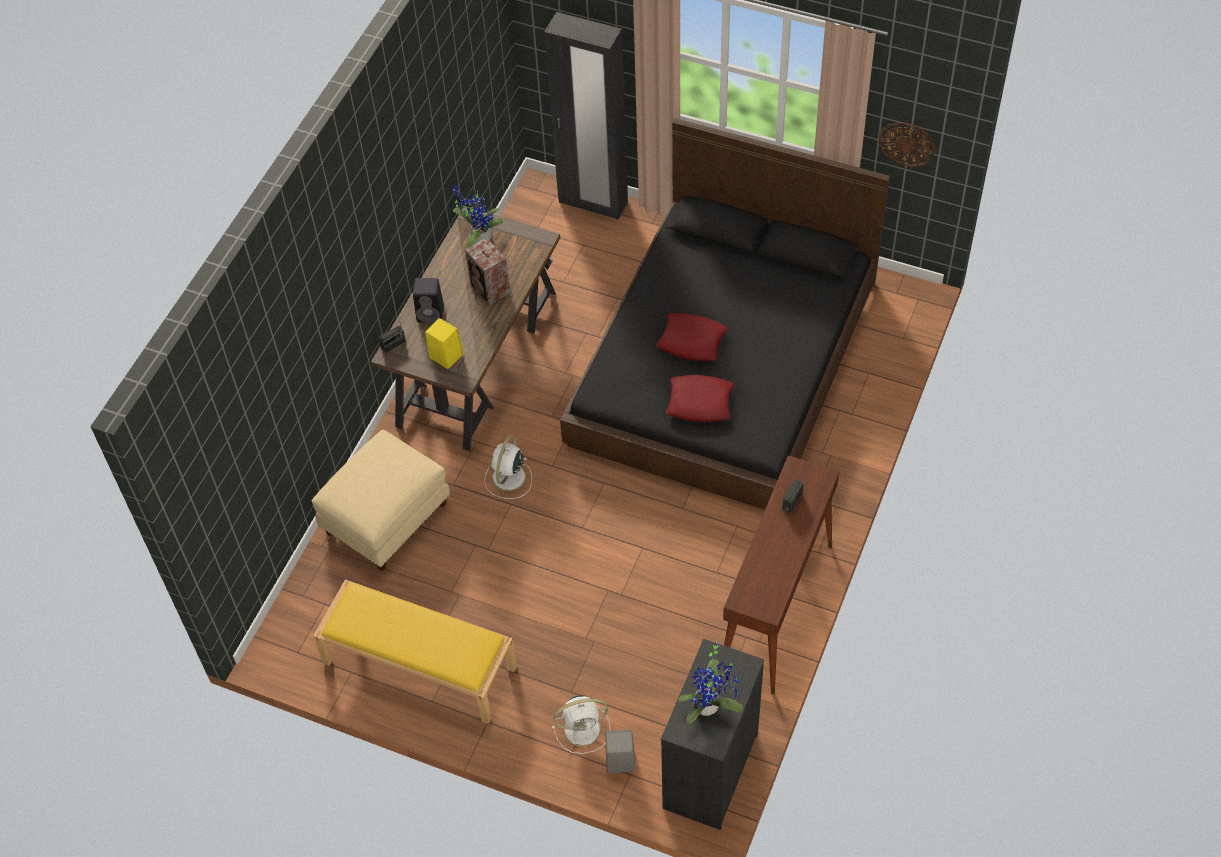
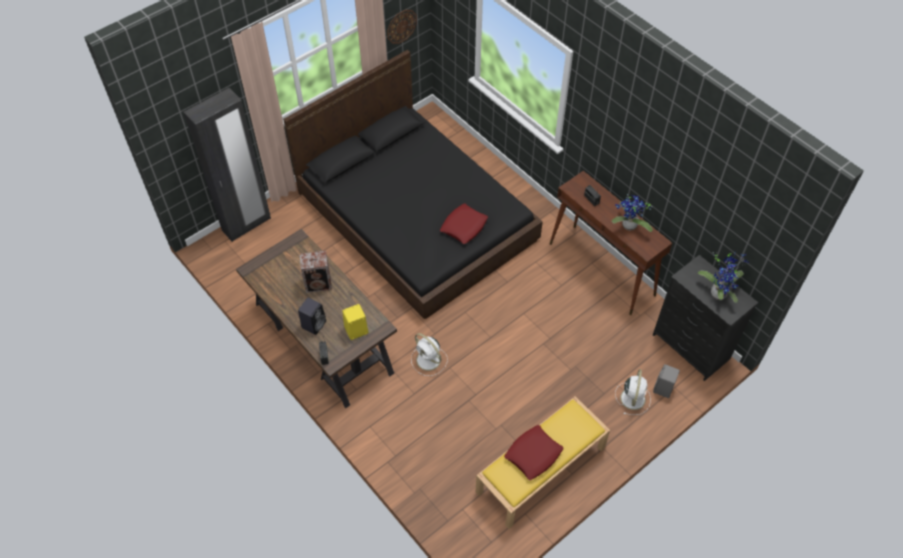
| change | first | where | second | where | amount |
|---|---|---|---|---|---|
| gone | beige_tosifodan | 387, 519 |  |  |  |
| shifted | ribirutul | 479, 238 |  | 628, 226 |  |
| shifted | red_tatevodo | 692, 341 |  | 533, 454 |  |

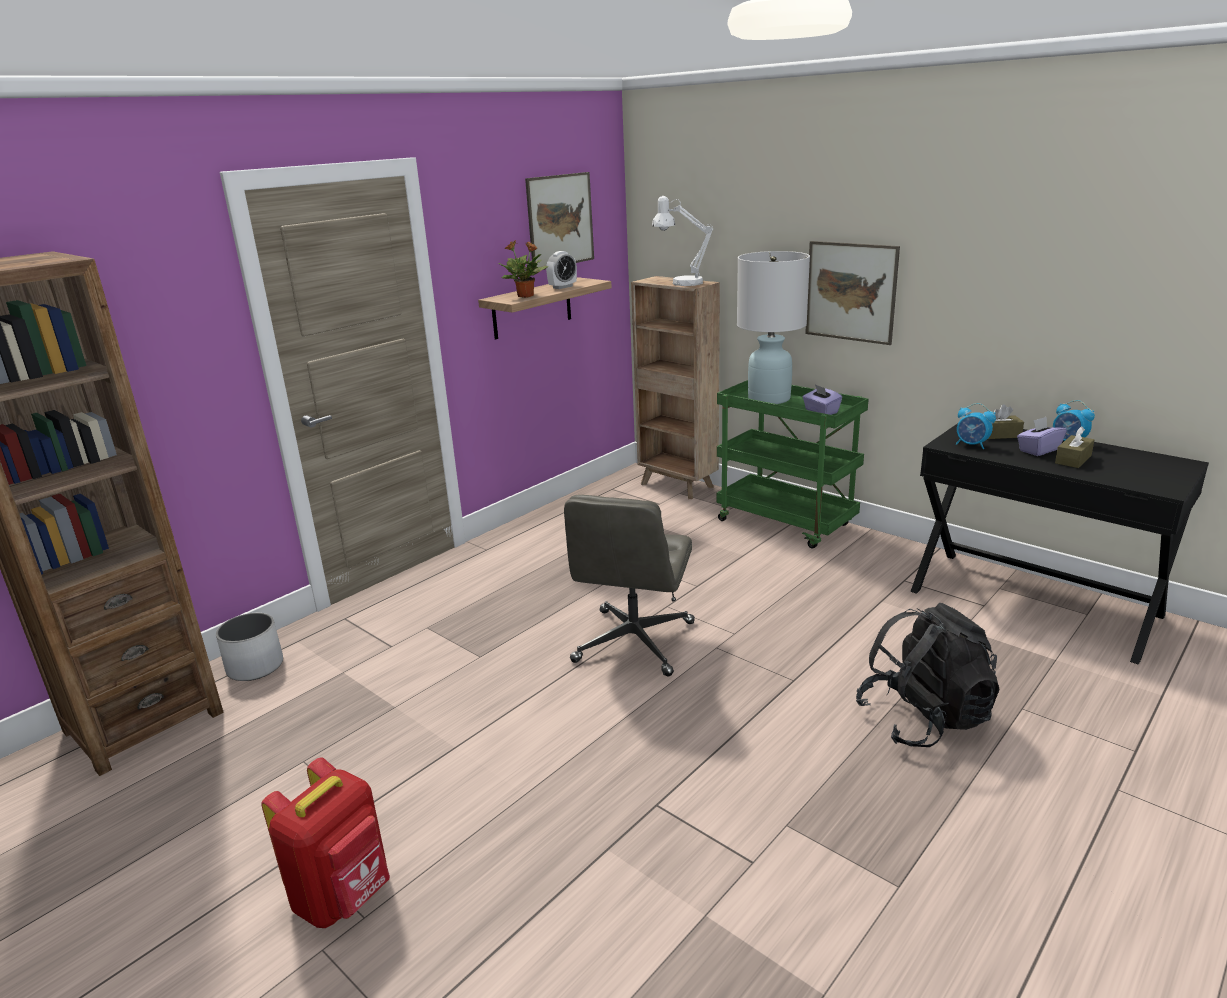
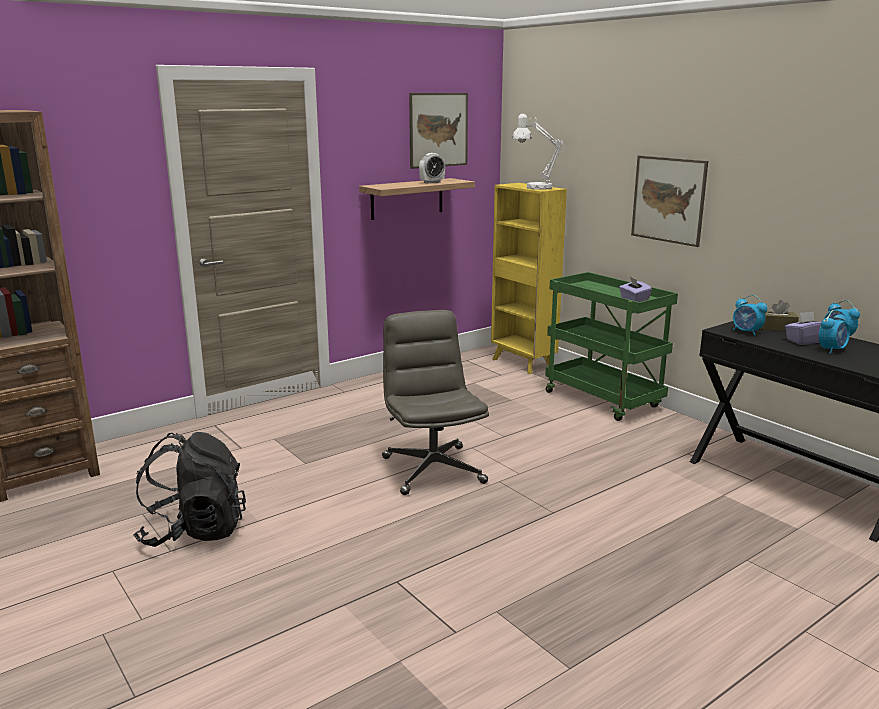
| change | first | where | second | where | amount |
|---|---|---|---|---|---|
| gone | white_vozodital | 255, 666 |  |  |  |
| gone | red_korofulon | 344, 896 |  |  |  |
| gone | ribirutul | 526, 296 |  |  |  |
| rotated | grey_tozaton | 634, 643 |  | 432, 469 | 135 degrees clockwise |
| repainted | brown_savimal | 678, 486 | yellow_savimal | 523, 363 |  |
| gone | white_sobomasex | 769, 398 |  |  |  |
| shifted | black_korofulon | 923, 718 |  | 194, 531 |  |
| swapped | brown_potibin | 1073, 459 | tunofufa | 831, 350 |  |

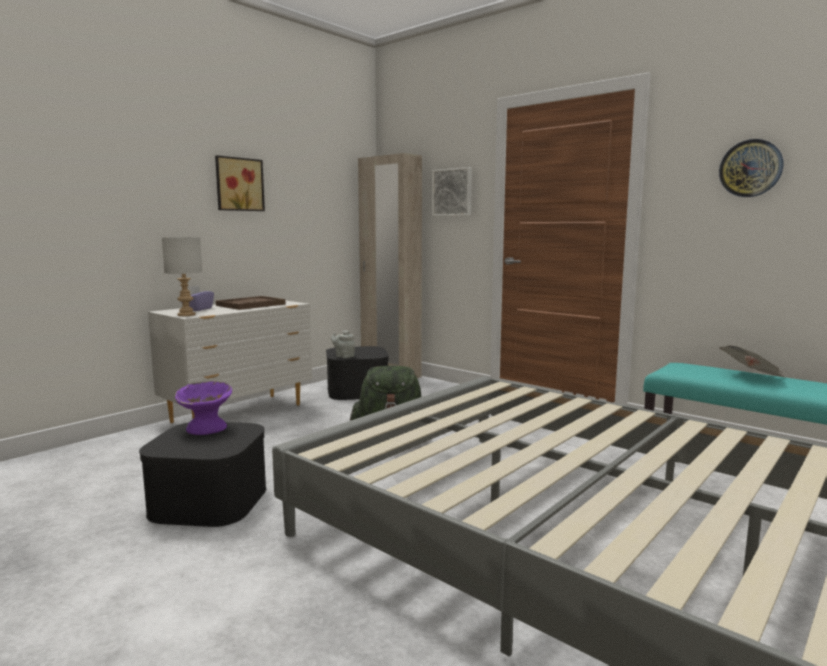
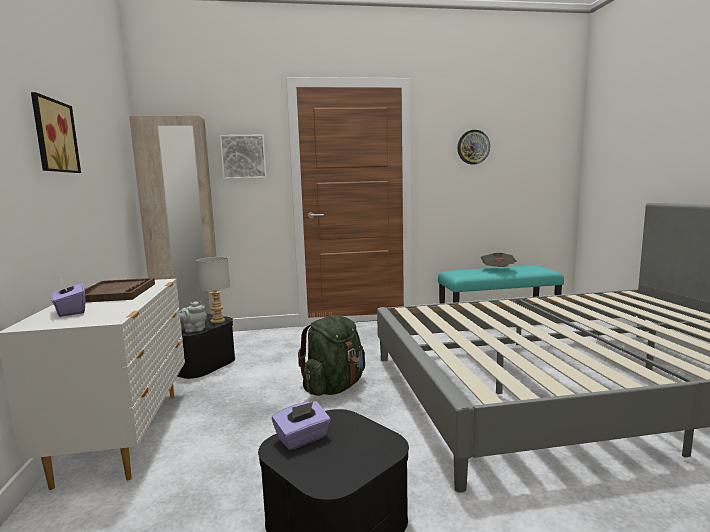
| change | first | where | second | where | amount |
|---|---|---|---|---|---|
| shifted | grey_sobomasex | 186, 314 |  | 217, 321 |  |
| swapped | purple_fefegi | 206, 428 | purple_potibin | 302, 439 |  |

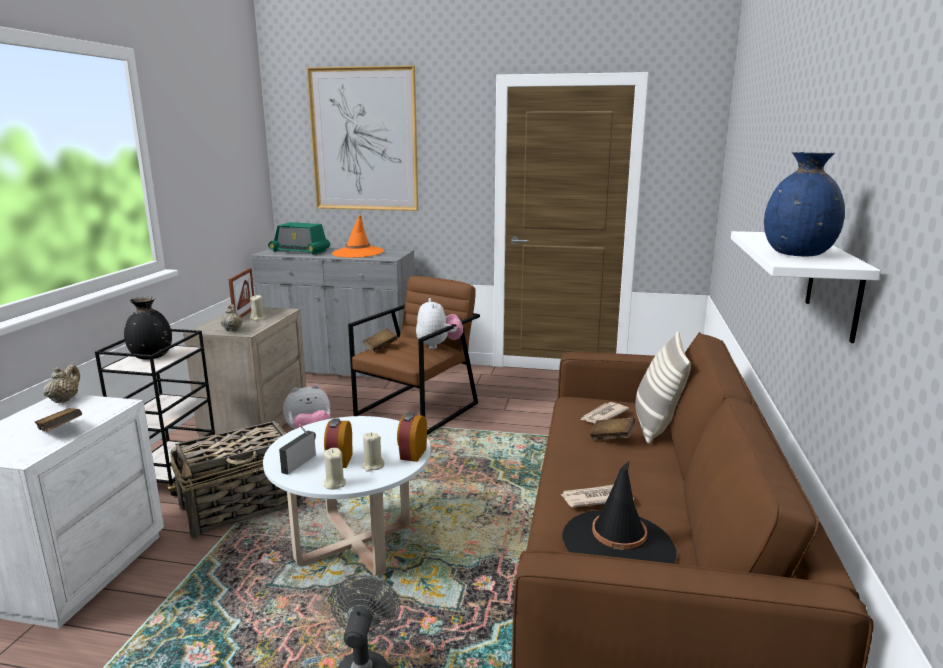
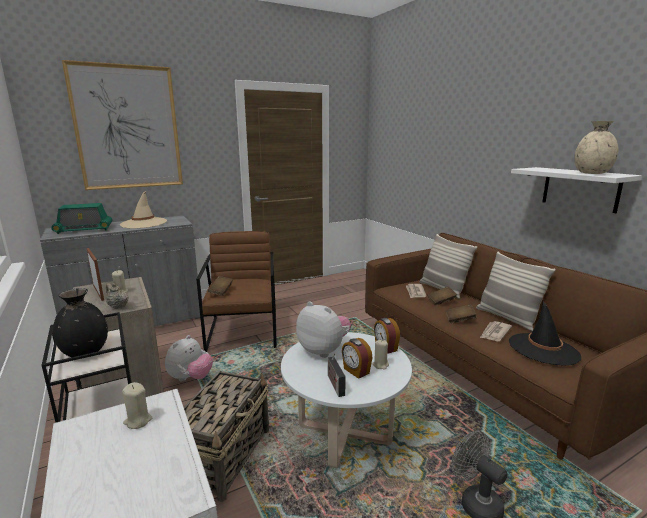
| change | first | where | second | where | amount |
|---|---|---|---|---|---|
| shifted | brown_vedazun | 60, 431 |  | 459, 320 |  |
| gone | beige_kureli | 64, 400 |  |  |  |
| shifted | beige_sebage | 334, 484 |  | 138, 421 |  |
| repainted | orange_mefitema | 358, 253 | beige_mefitema | 143, 223 |  |
| shifted | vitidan | 438, 345 |  | 324, 350 |  |
| repainted | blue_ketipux | 798, 254 | beige_ketipux | 592, 173 |  |
| new |  |  | tatevodo | 507, 318 |  |

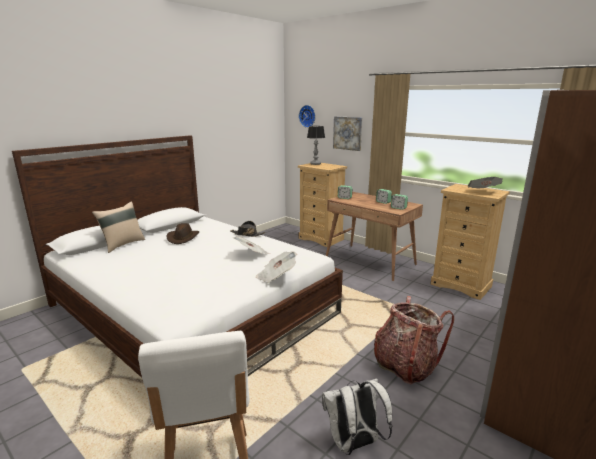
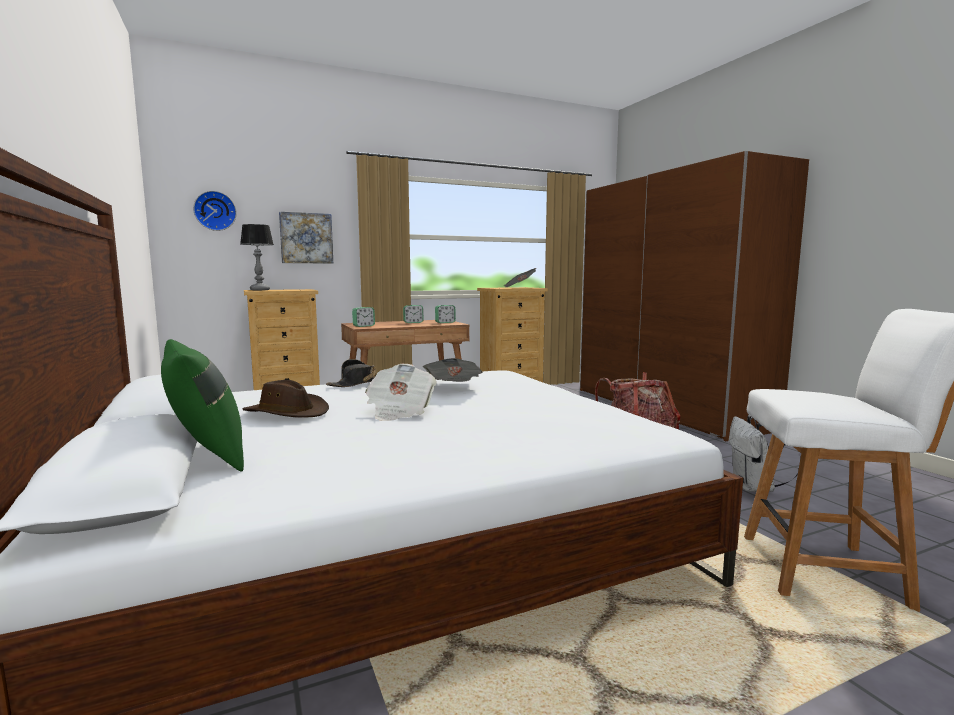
| change | first | where | second | where | amount |
|---|---|---|---|---|---|
| repainted | beige_tatevodo | 122, 244 | green_tatevodo | 206, 457 |  |
| shifted | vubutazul | 276, 276 |  | 399, 411 |  |

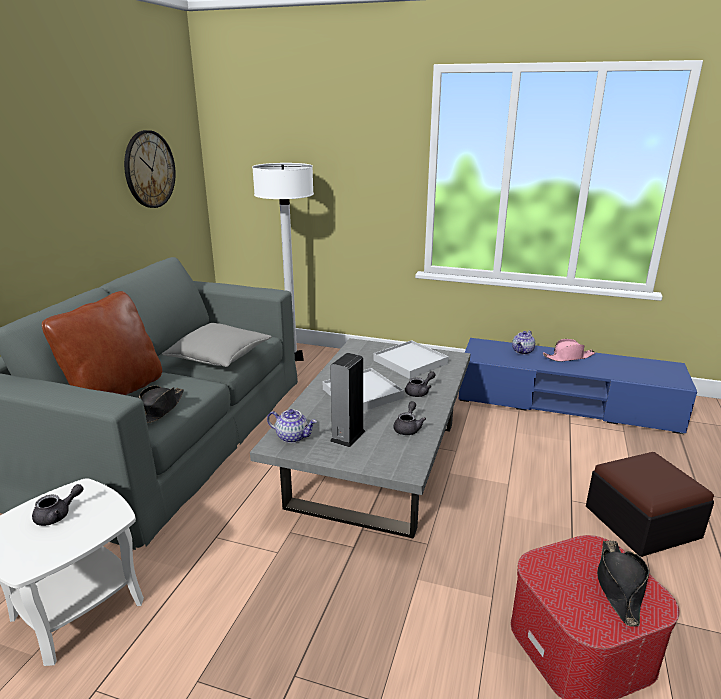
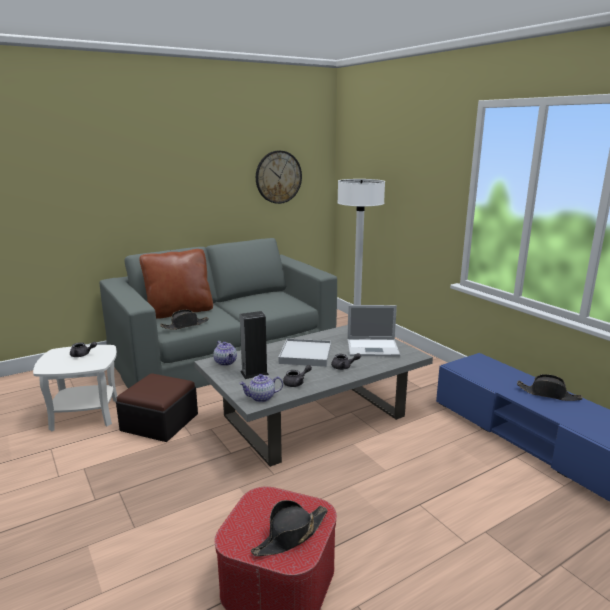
| change | first | where | second | where | amount |
|---|---|---|---|---|---|
| gone | grey_tatevodo | 220, 357 |  |  |  |
| swapped | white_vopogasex | 410, 362 | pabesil | 373, 348 |  |
| shifted | kureli | 523, 351 |  | 261, 398 |  |
| repainted | pink_mefitema | 568, 357 | black_mefitema | 548, 394 |  |
| shifted | tosifodan | 641, 522 |  | 159, 422 |  |

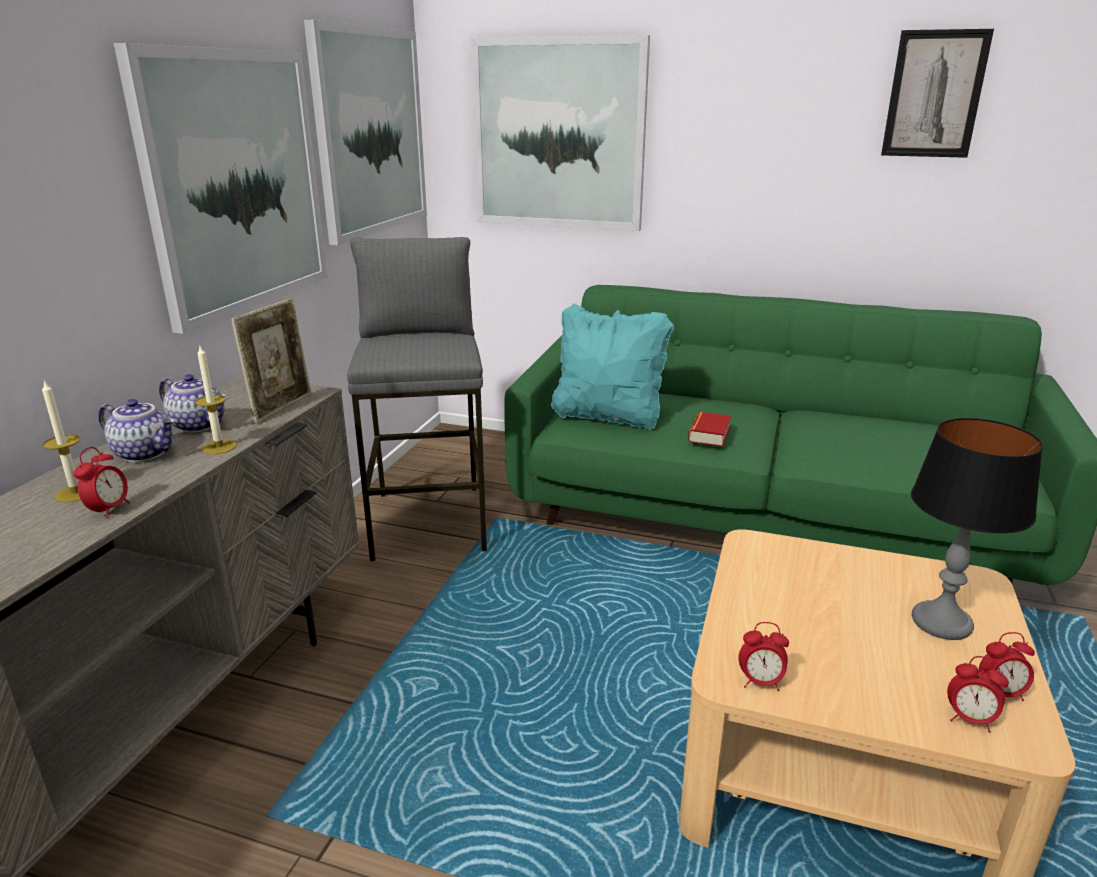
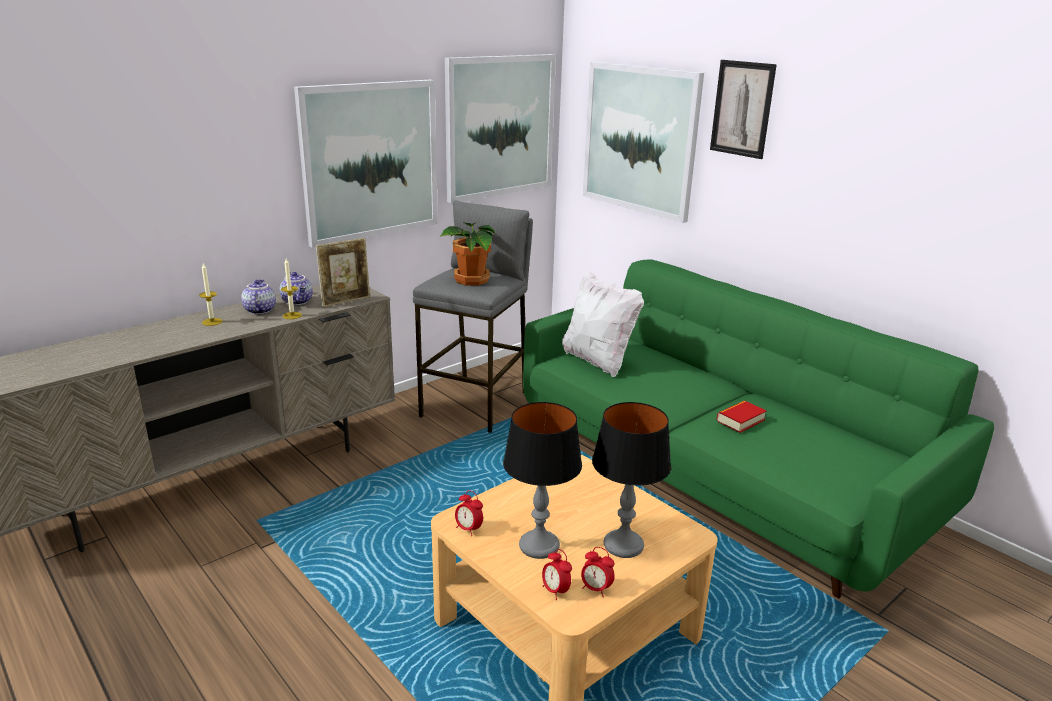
| change | first | where | second | where | amount |
|---|---|---|---|---|---|
| gone | tunofufa | 109, 510 |  |  |  |
| rotated | kureli | 146, 453 |  | 259, 310 | 150 degrees counterclockwise |
| repainted | turquoise_tatevodo | 608, 417 | white_tatevodo | 598, 361 |  |
| shifted | vedazun | 709, 434 |  | 740, 420 |  |
| shifted | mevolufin | 934, 94 |  | 742, 109 |  |
| new |  |  | ribirutul | 471, 280 |  |
| new |  |  | sobomasex | 539, 546 |  |

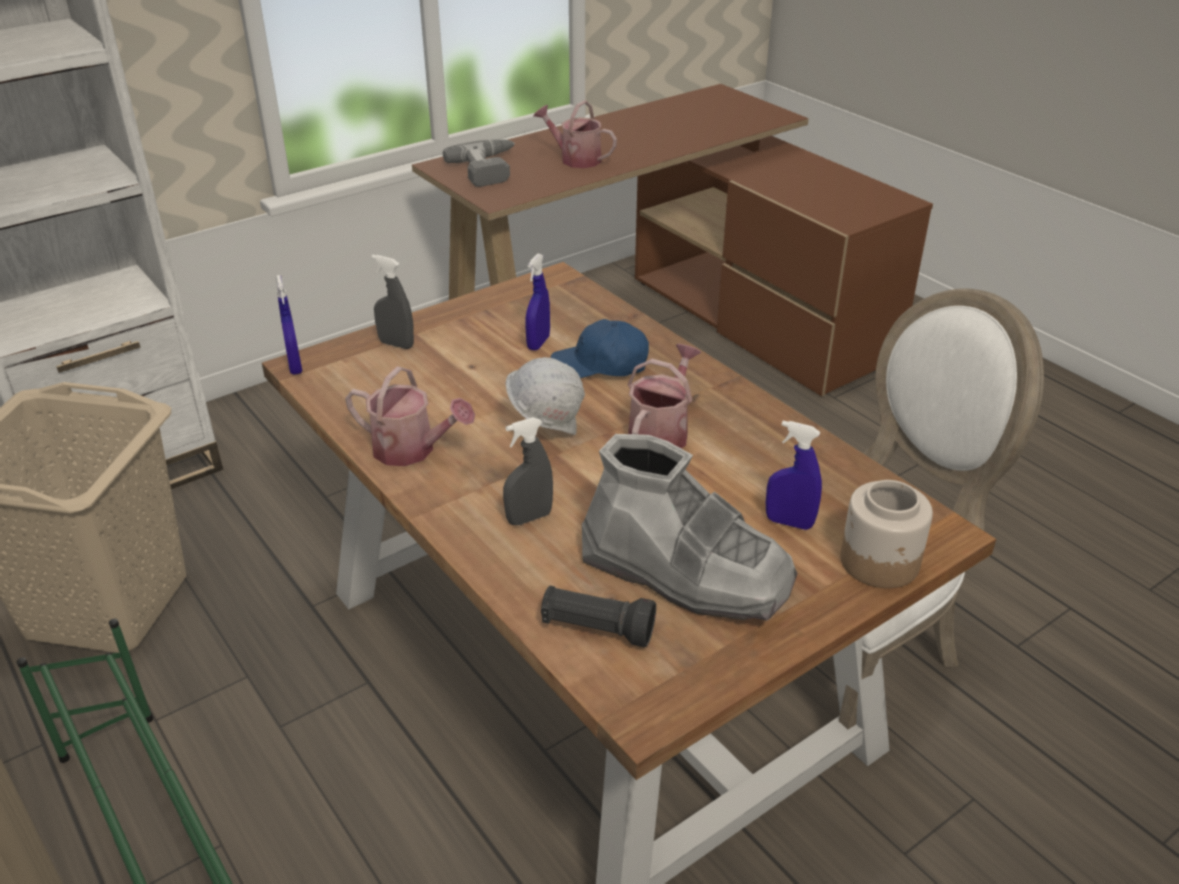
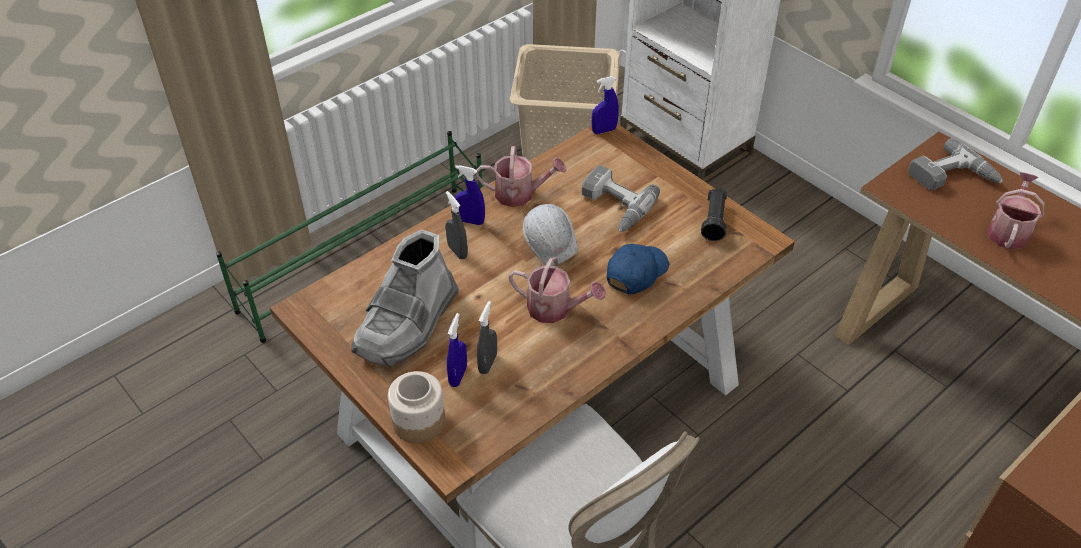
| change | first | where | second | where | amount |
|---|---|---|---|---|---|
| rotated | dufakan | 412, 450 |  | 520, 194 | 105 degrees counterclockwise |
| shifted | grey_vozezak | 396, 344 |  | 487, 363 |  |
| shifted | blue_vozezak | 538, 343 |  | 470, 221 |  |
| shifted | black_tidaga | 596, 629 |  | 714, 221 |  |
| rotated | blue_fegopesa | 601, 365 |  | 636, 273 | 45 degrees clockwise |
| new |  |  | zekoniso | 613, 207 |  |

